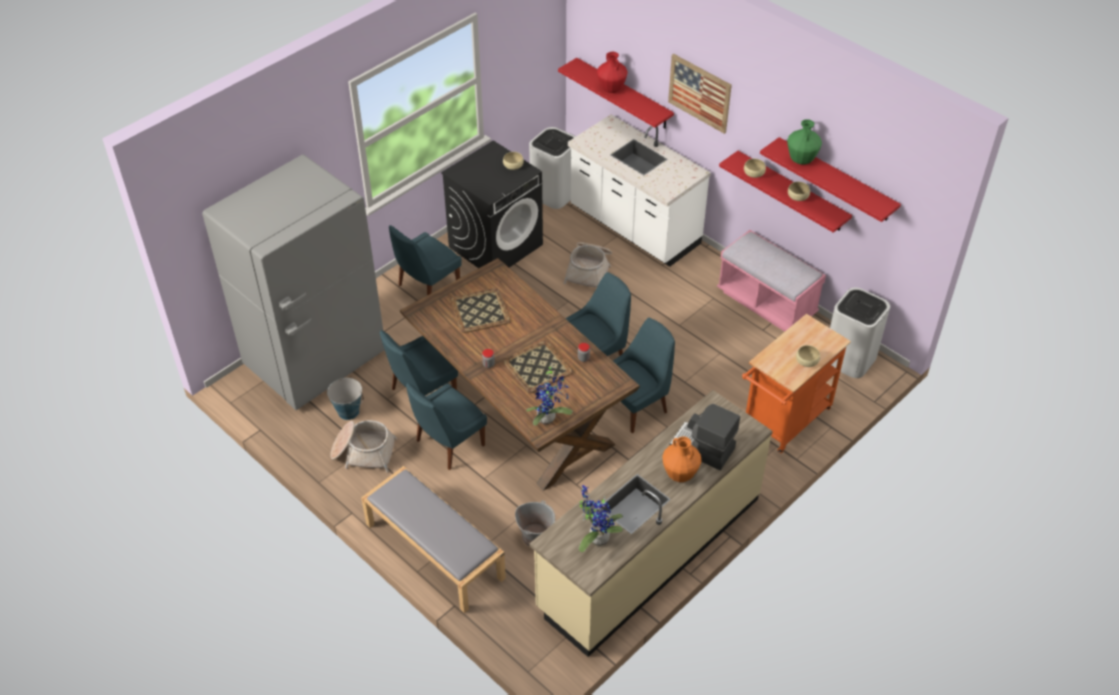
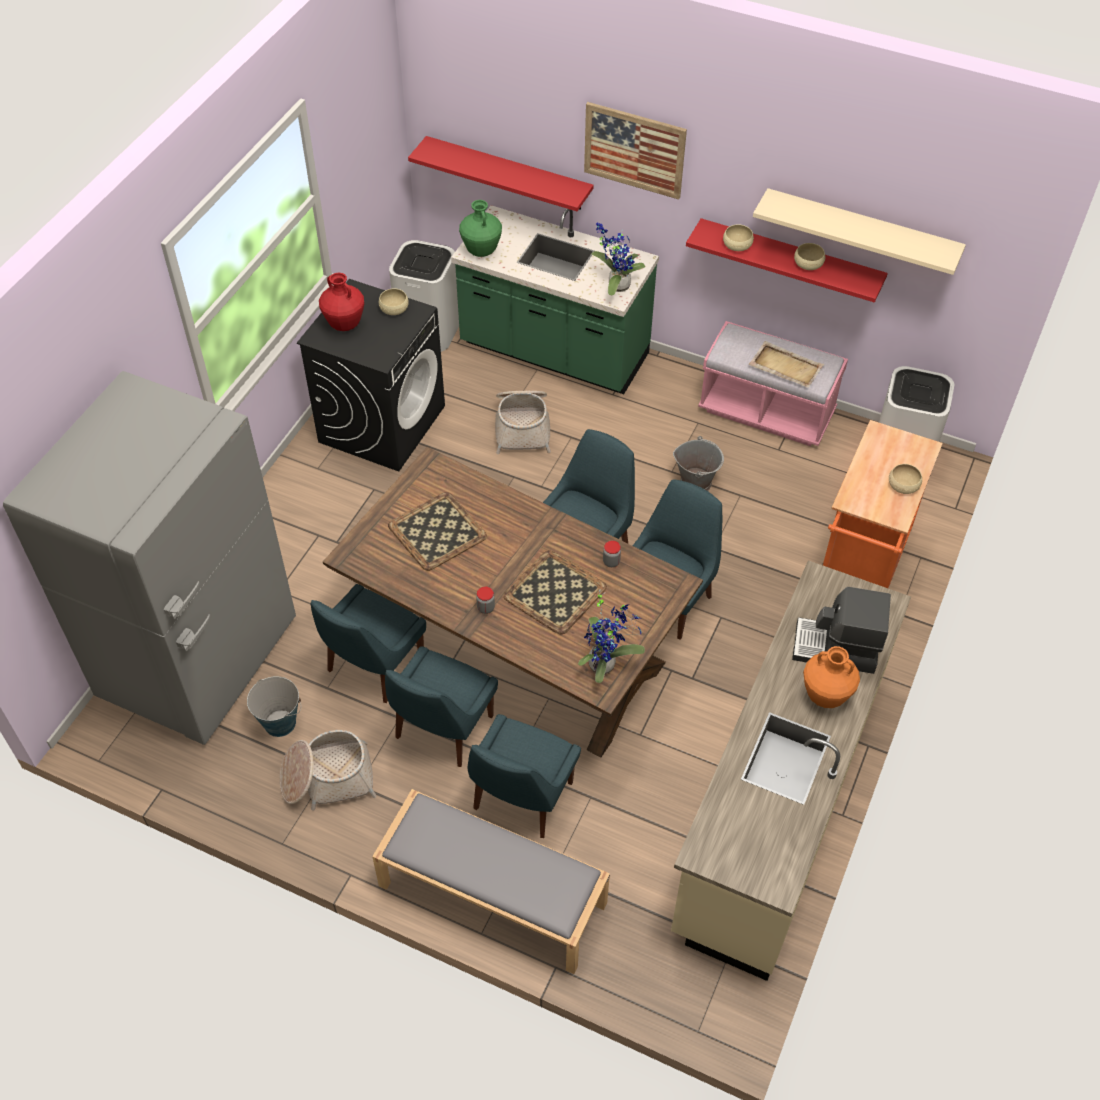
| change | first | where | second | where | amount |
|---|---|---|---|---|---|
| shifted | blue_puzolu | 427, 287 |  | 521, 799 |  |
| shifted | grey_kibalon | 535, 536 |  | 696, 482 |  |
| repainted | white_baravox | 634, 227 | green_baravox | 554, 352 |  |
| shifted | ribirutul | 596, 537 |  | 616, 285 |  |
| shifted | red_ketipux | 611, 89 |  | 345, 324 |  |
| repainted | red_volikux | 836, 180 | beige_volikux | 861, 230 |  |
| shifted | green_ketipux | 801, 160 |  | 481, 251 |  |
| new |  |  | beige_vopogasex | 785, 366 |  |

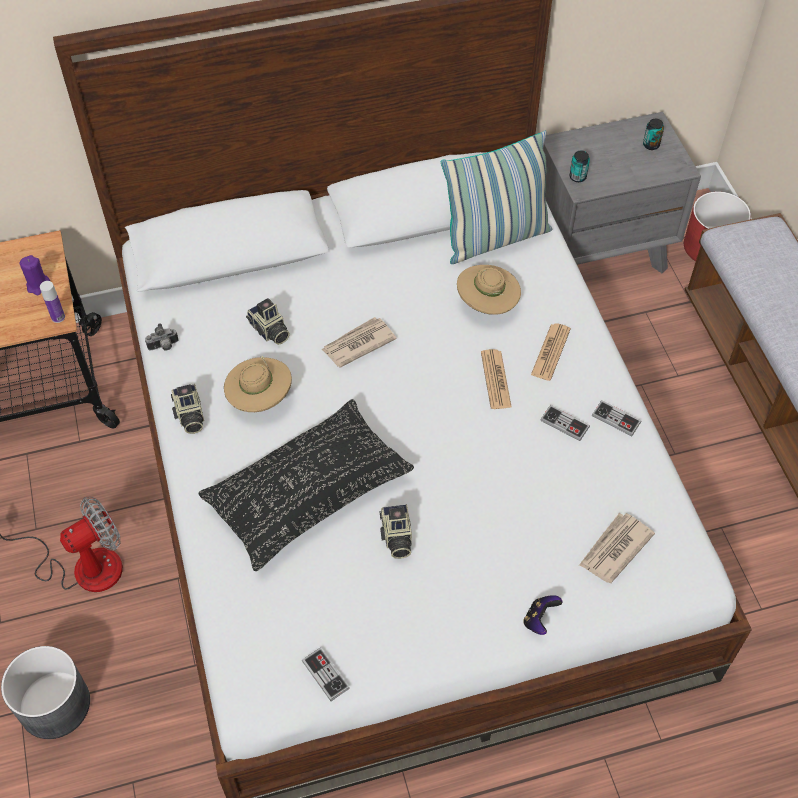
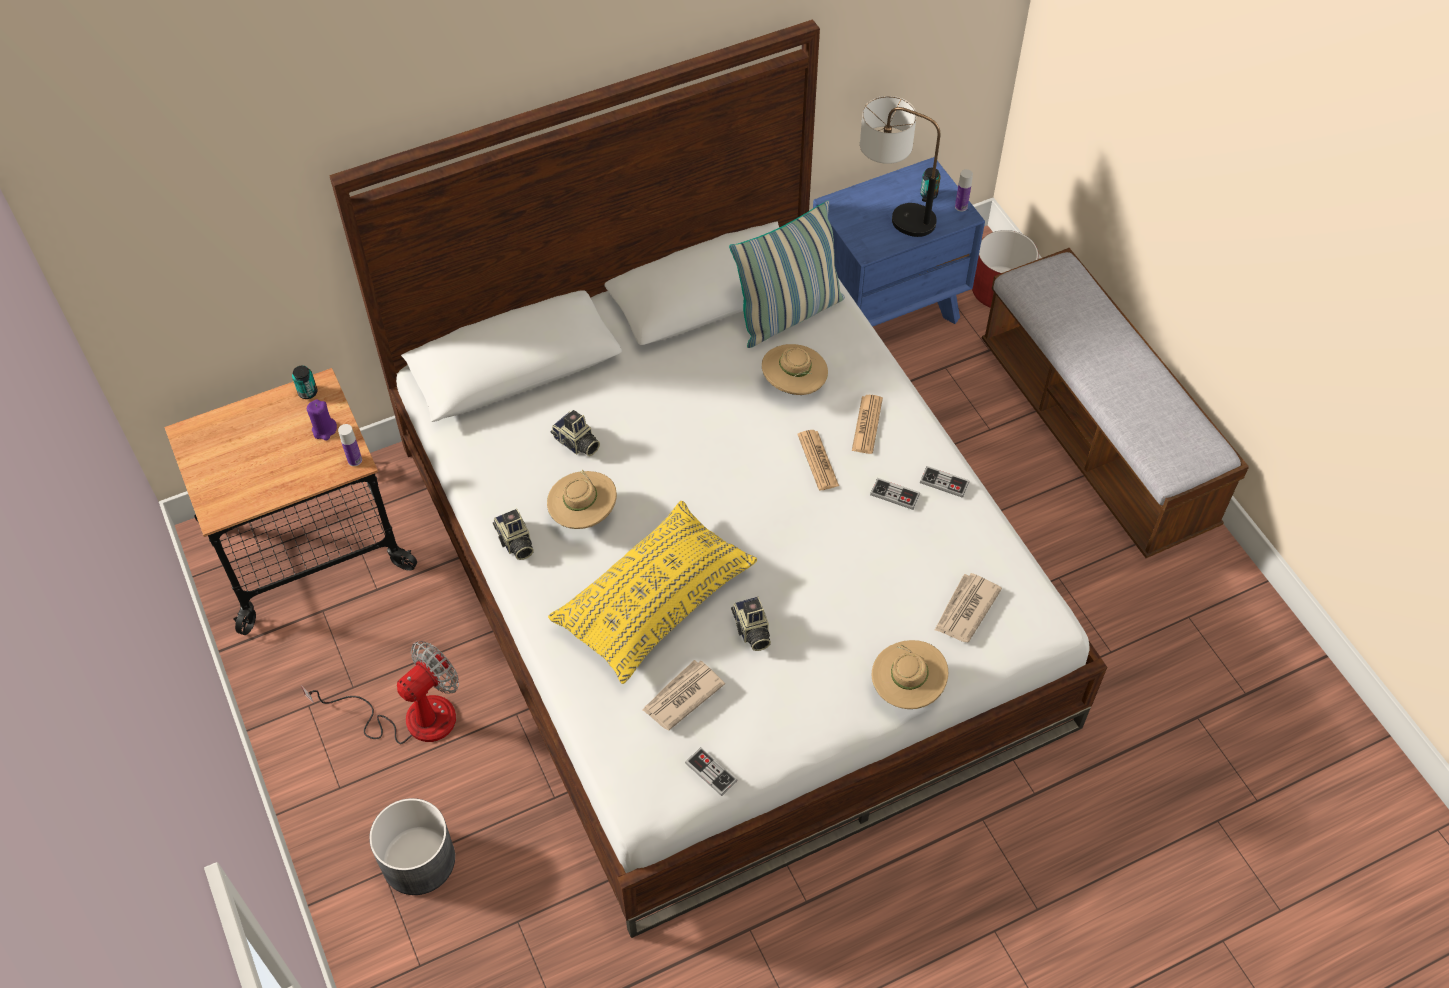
| change | first | where | second | where | amount |
|---|---|---|---|---|---|
| gone | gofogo | 164, 347 |  |  |  |
| repainted | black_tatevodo | 308, 493 | yellow_tatevodo | 654, 601 |  |
| shifted | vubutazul | 357, 344 |  | 682, 696 |  |
| swapped | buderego | 539, 620 | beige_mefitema | 906, 687 |  |
| repainted | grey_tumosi | 600, 251 | blue_tumosi | 887, 308 |  |
| shifted | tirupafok | 577, 177 |  | 308, 392 |  |
| new |  |  | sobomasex | 893, 213 |  |
| new |  |  | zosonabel | 961, 206 |  |

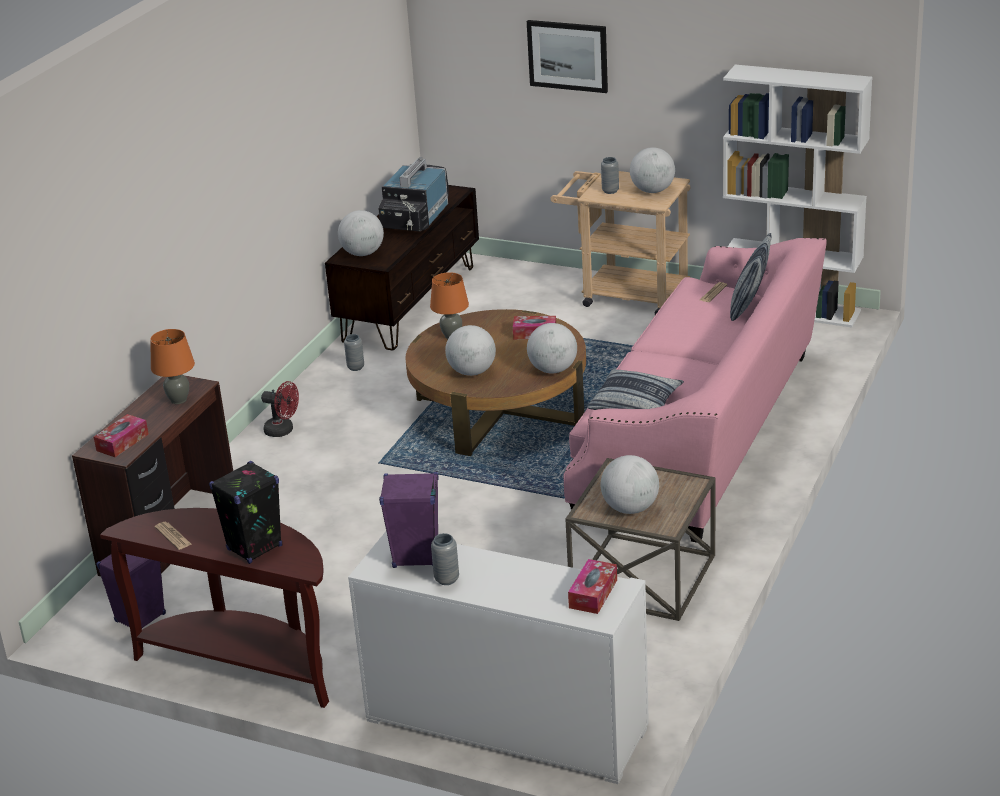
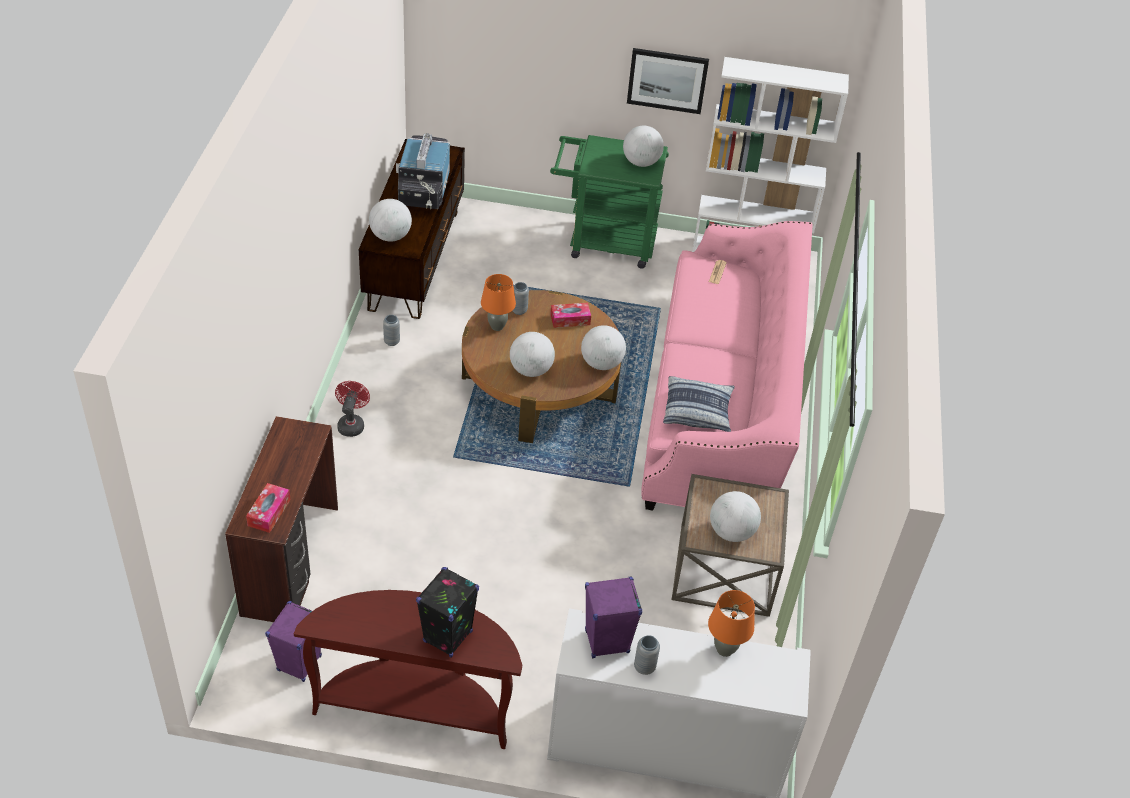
| change | first | where | second | where | amount |
|---|---|---|---|---|---|
| shifted | orange_sobomasex | 178, 400 |  | 724, 650 |  |
| gone | vubutazul | 173, 536 |  |  |  |
| rotated | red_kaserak | 283, 431 |  | 351, 424 | 90 degrees counterclockwise |
| shifted | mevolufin | 568, 55 |  | 667, 80 |  |
| repainted | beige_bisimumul | 625, 294 | green_bisimumul | 603, 242 |  |
| gone | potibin | 593, 594 |  |  |  |
| shifted | grey_ketipux | 610, 191 |  | 519, 310 |  |
| gone | tatevodo | 749, 306 |  |  |  |

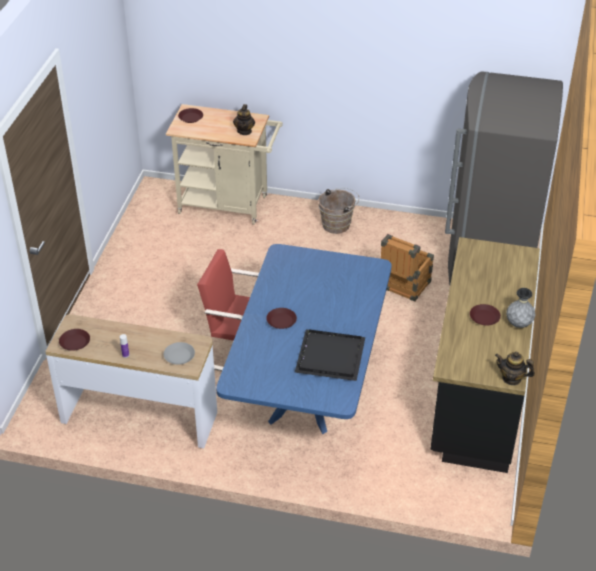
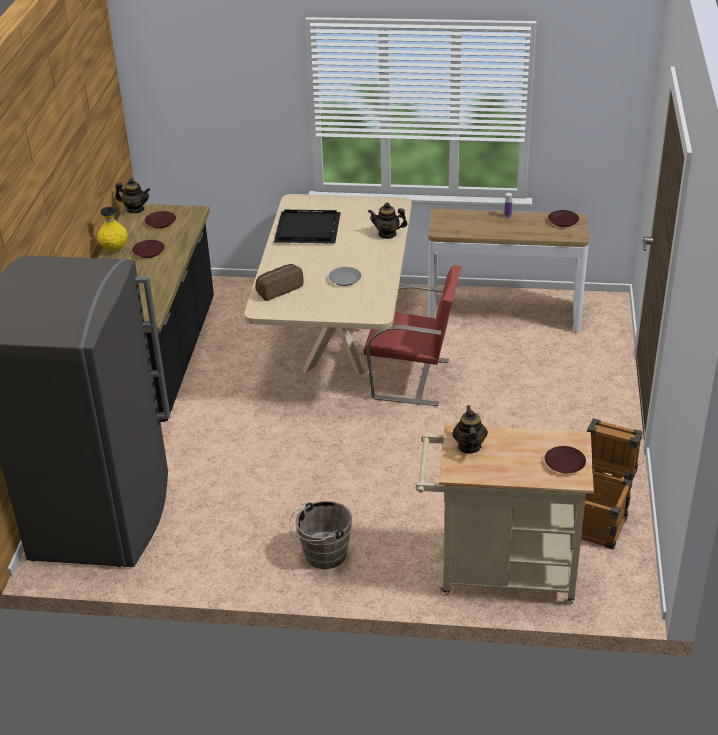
| change | first | where | second | where | amount |
|---|---|---|---|---|---|
| shifted | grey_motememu | 179, 356 |  | 344, 279 |  |
| repainted | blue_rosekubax | 307, 395 | beige_rosekubax | 338, 345 |  |
| shifted | brown_motememu | 281, 320 |  | 161, 222 |  |
| shifted | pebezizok | 404, 288 |  | 599, 520 |  |
| repainted | grey_ketipux | 518, 324 | yellow_ketipux | 114, 249 |  |
| new |  |  | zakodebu | 278, 289 |  |
| new |  |  | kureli | 387, 234 |  |

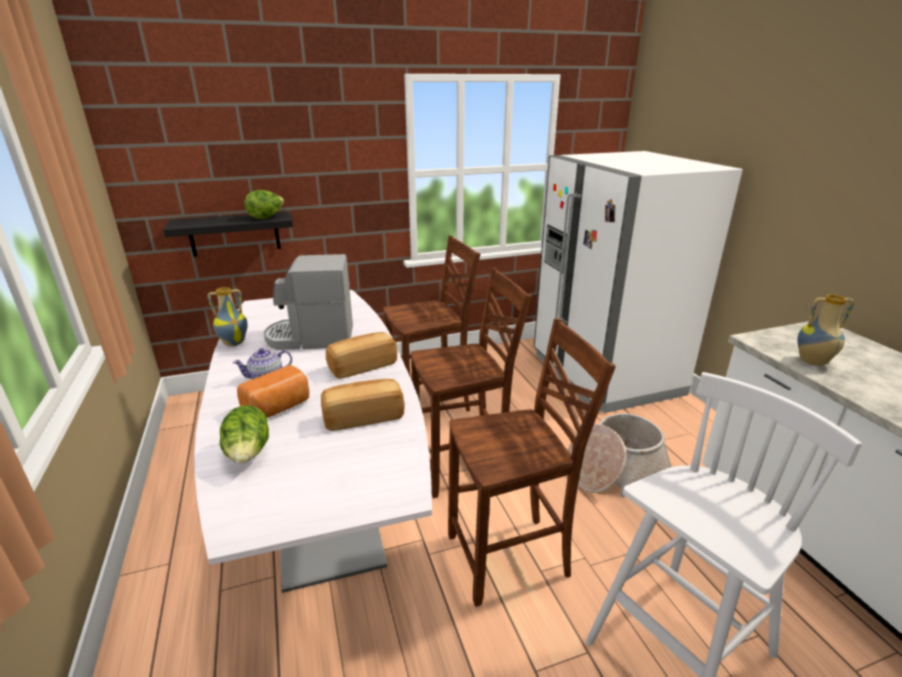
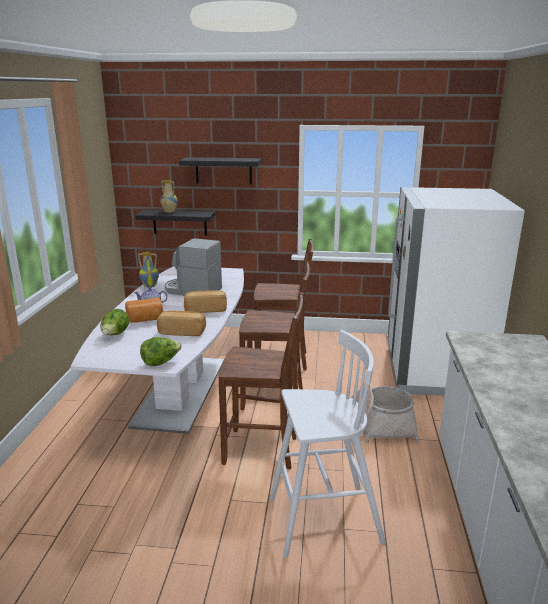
| change | first | where | second | where | amount |
|---|---|---|---|---|---|
| shifted | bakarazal | 266, 217 |  | 161, 362 |  |
| shifted | ketipux | 813, 362 |  | 169, 212 |  |
| new |  |  | black_volikux | 223, 170 |  |

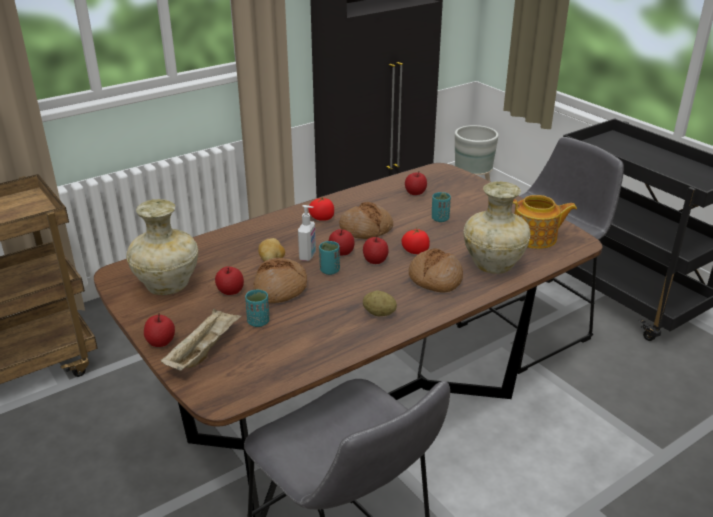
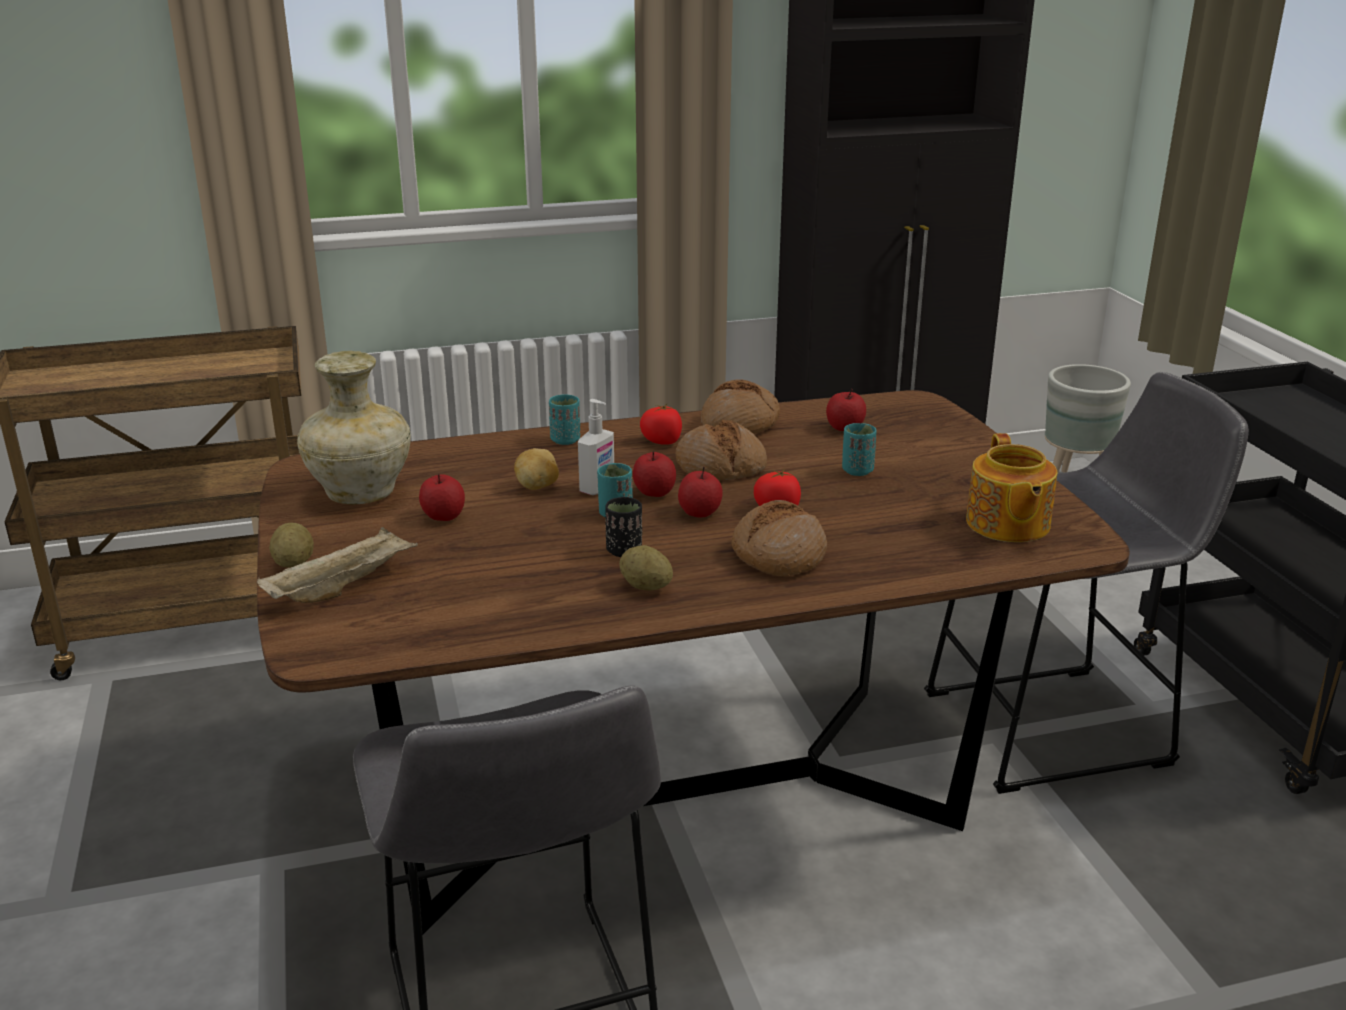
| change | first | where | second | where | amount |
|---|---|---|---|---|---|
| swapped | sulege | 161, 342 | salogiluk | 293, 563 |  |
| shifted | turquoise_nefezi | 258, 322 |  | 565, 440 |  |
| shifted | zakodebu | 280, 288 |  | 740, 424 |  |
| gone | beige_ketipux | 494, 265 |  |  |  |
| rotated | kureli | 535, 238 |  | 1007, 524 | 60 degrees clockwise |
| new |  |  | black_nefezi | 624, 551 |  |

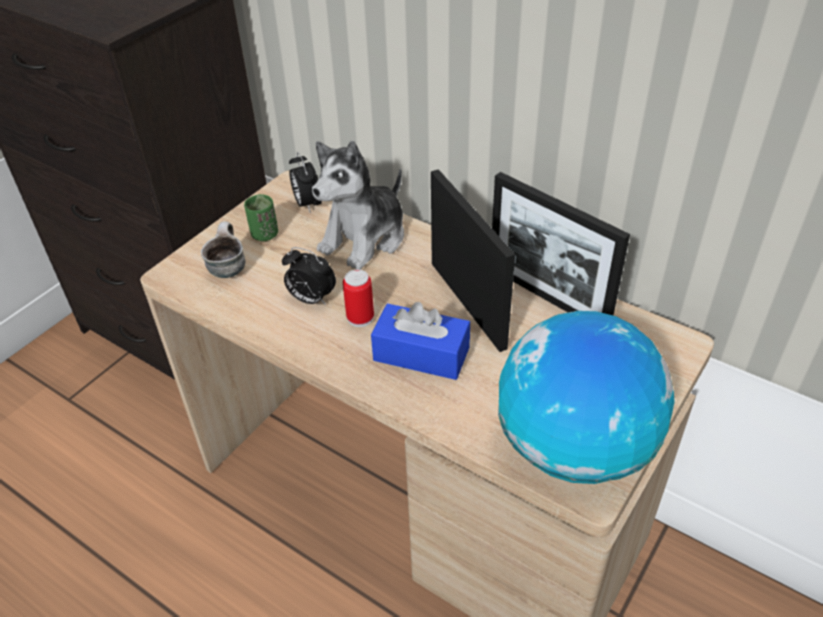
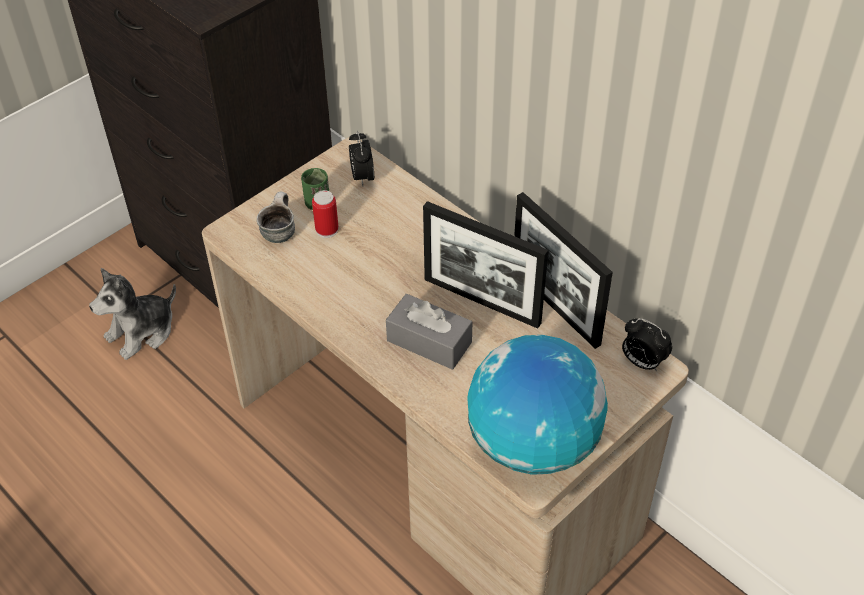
| change | first | where | second | where | amount |
|---|---|---|---|---|---|
| shifted | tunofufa | 311, 299 |  | 642, 362 |  |
| shifted | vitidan | 365, 239 |  | 142, 332 |  |
| shifted | tirupafok | 360, 318 |  | 327, 230 |  |
| repainted | blue_potibin | 421, 354 | grey_potibin | 429, 341 |  |
| rotated | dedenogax | 467, 304 |  | 482, 301 | 135 degrees clockwise |

